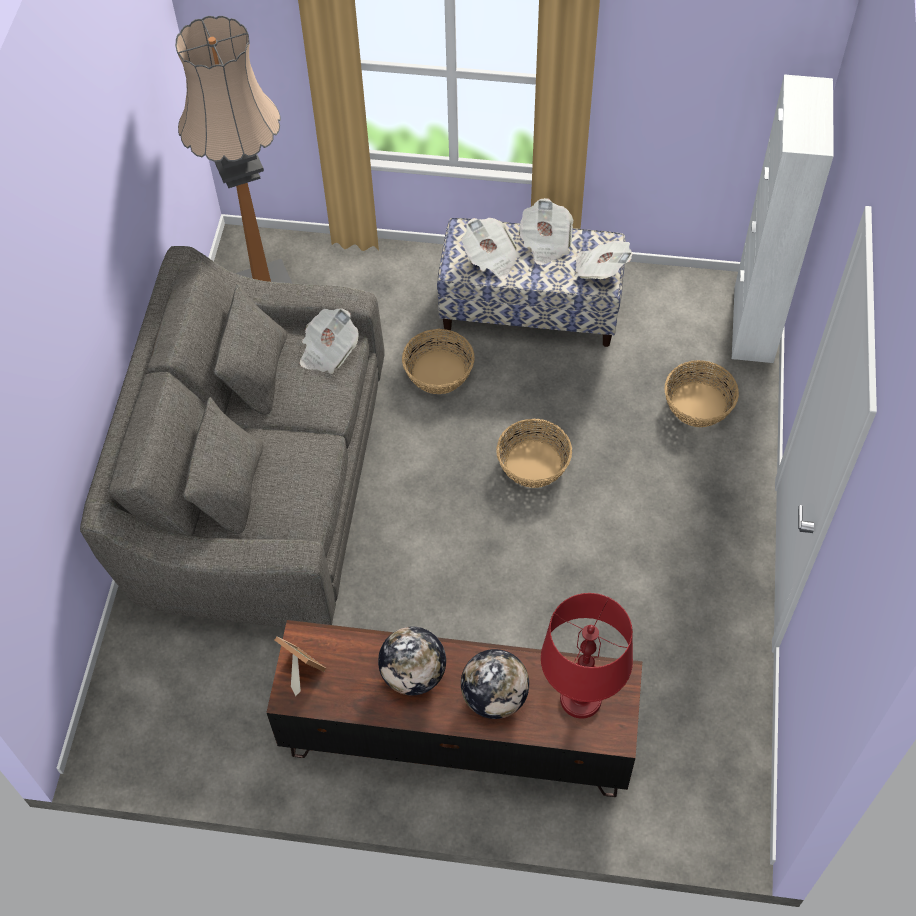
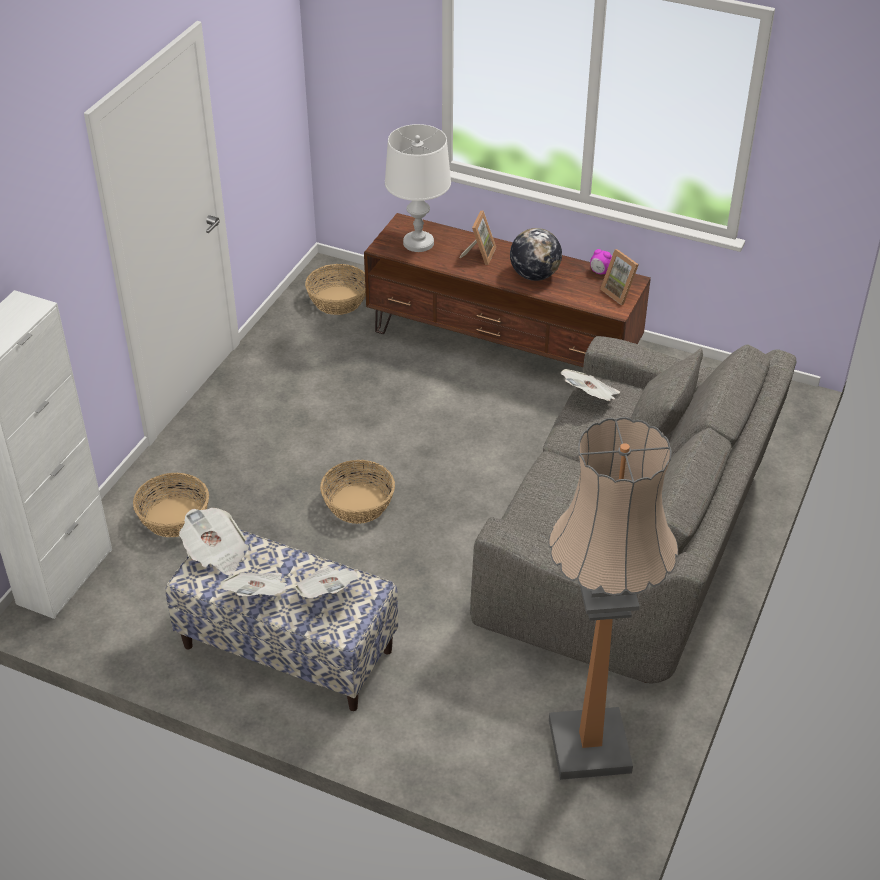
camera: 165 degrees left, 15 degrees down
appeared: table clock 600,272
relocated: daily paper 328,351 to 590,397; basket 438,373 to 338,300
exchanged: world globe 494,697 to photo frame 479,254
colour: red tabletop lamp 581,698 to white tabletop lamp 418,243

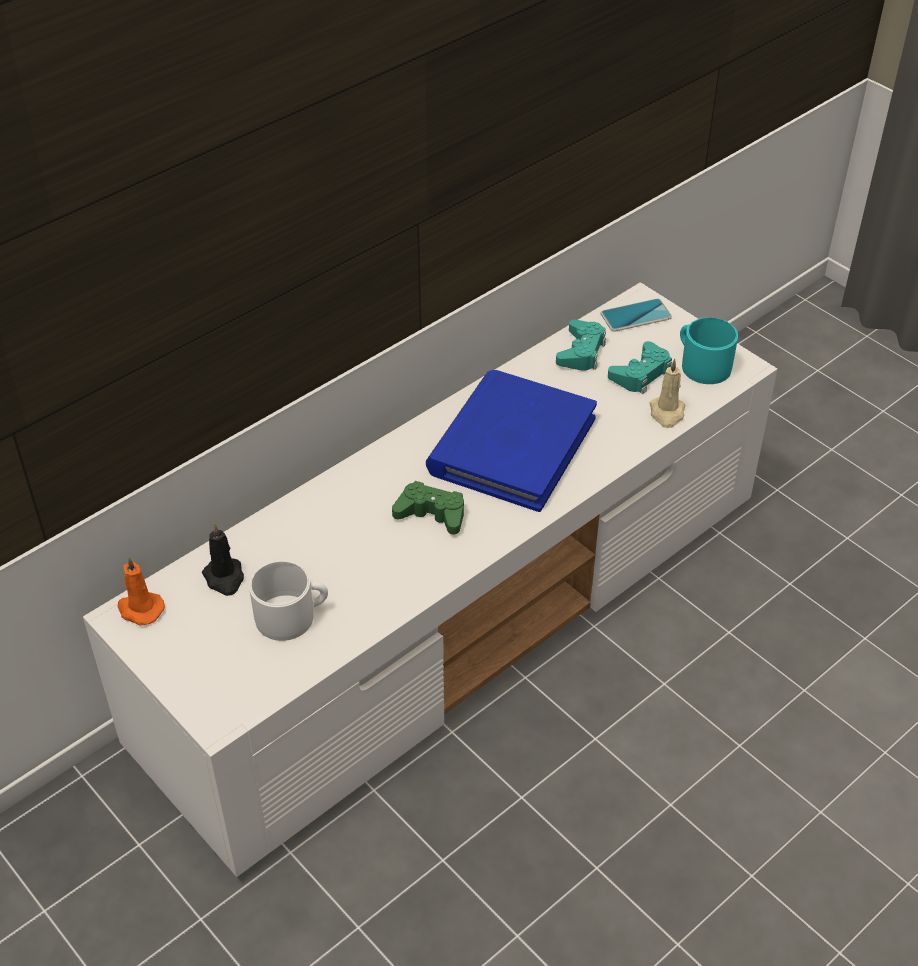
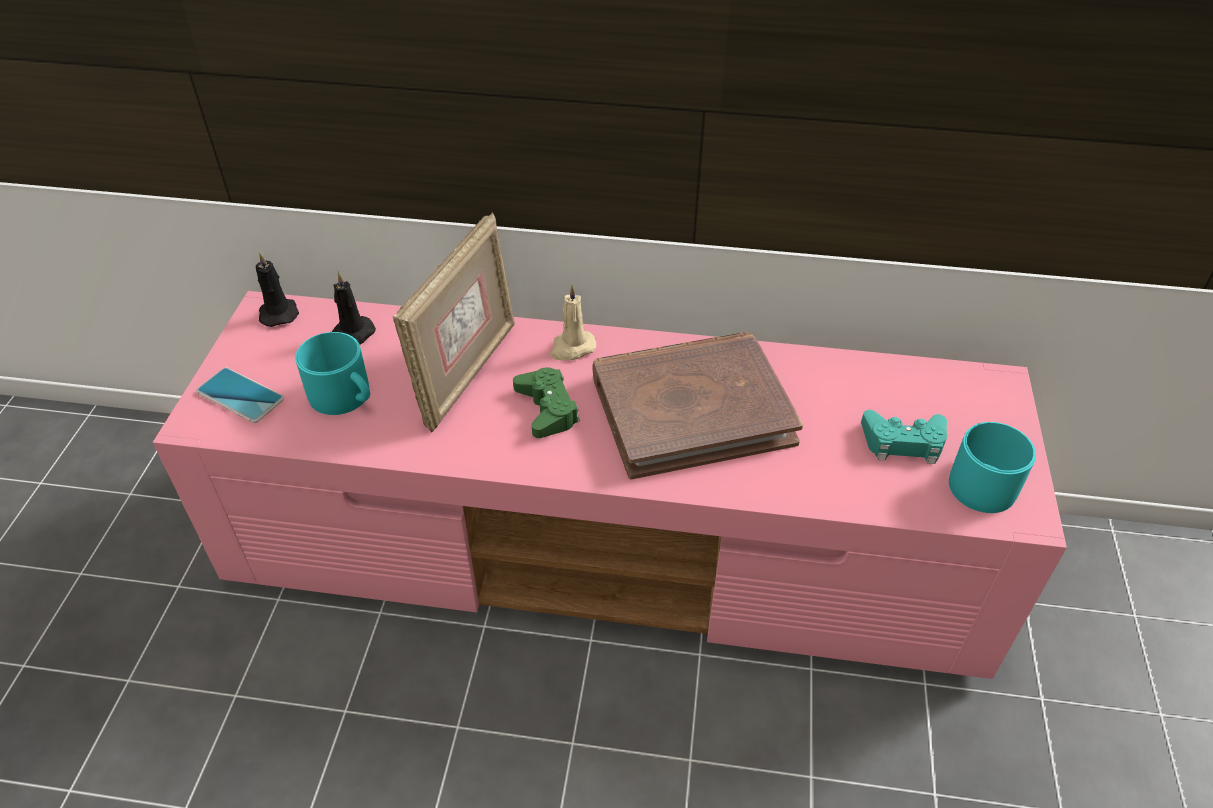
camera: 50 degrees right, 0 degrees up
missing: turquoise joypad 581,352
appeared: photo frame 467,373
relocated: phone 636,316 to 240,396; beige-coloured candle 667,413 to 572,348
colour: white media console 460,616 to pinkish media console 611,549; orangey candle 140,609 to black candle 278,313; white tea mug 292,616 to turquoise tea mug 345,396; bluish bound book 511,445 to brown bound book 692,409

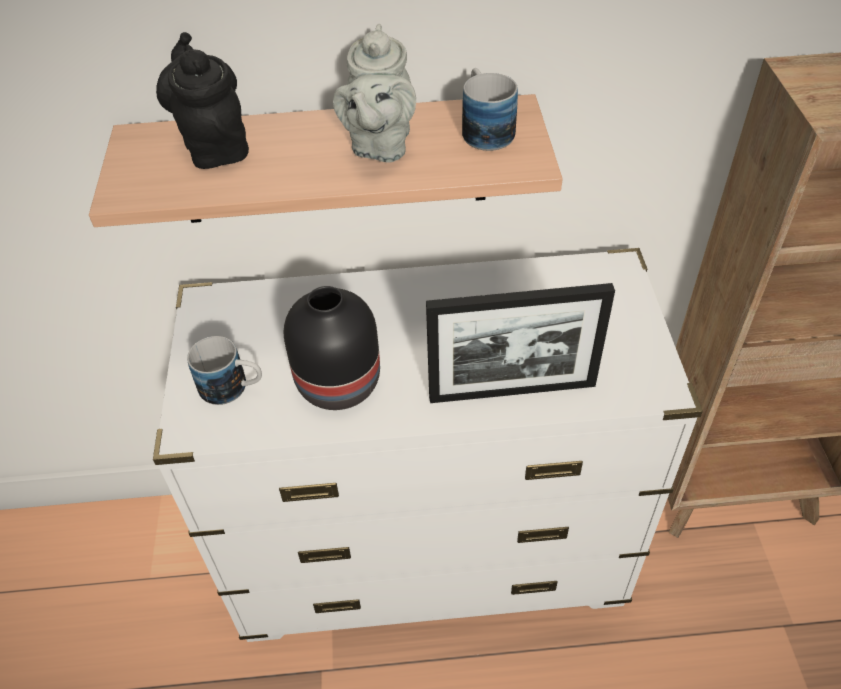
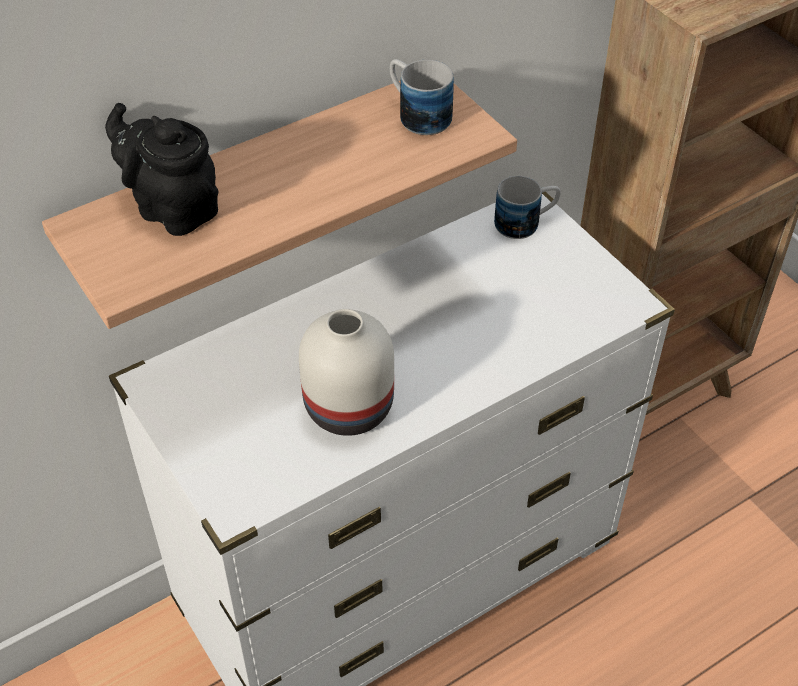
camera: 30 degrees left, 0 degrees up
missing: grey teapot 379,145; photo frame 512,391
relocated: tea mug 233,388 to 526,222
colour: black decorative vase 339,385 to white decorative vase 350,409

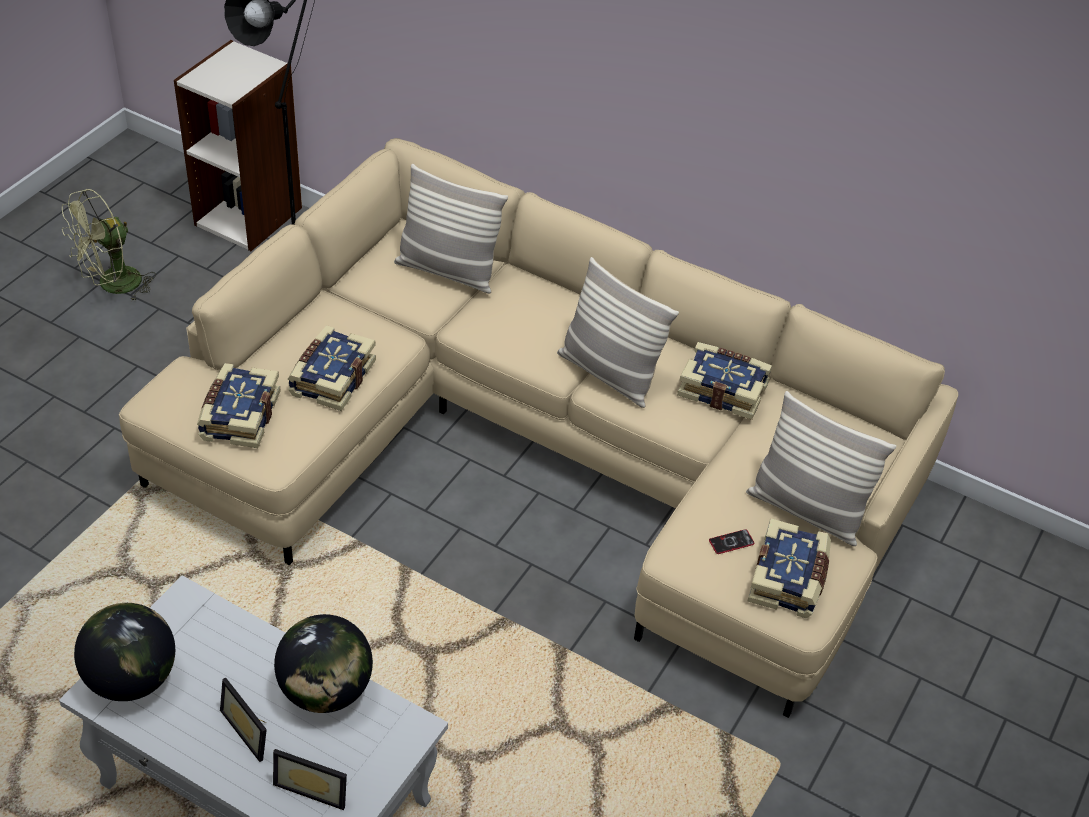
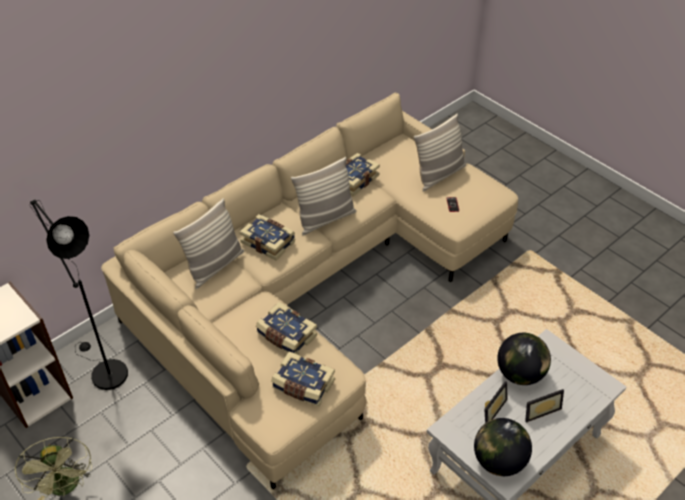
camera: 70 degrees left, 0 degrees up
relocated: photo frame 314,785 to 490,409; bound book 789,579 to 269,242

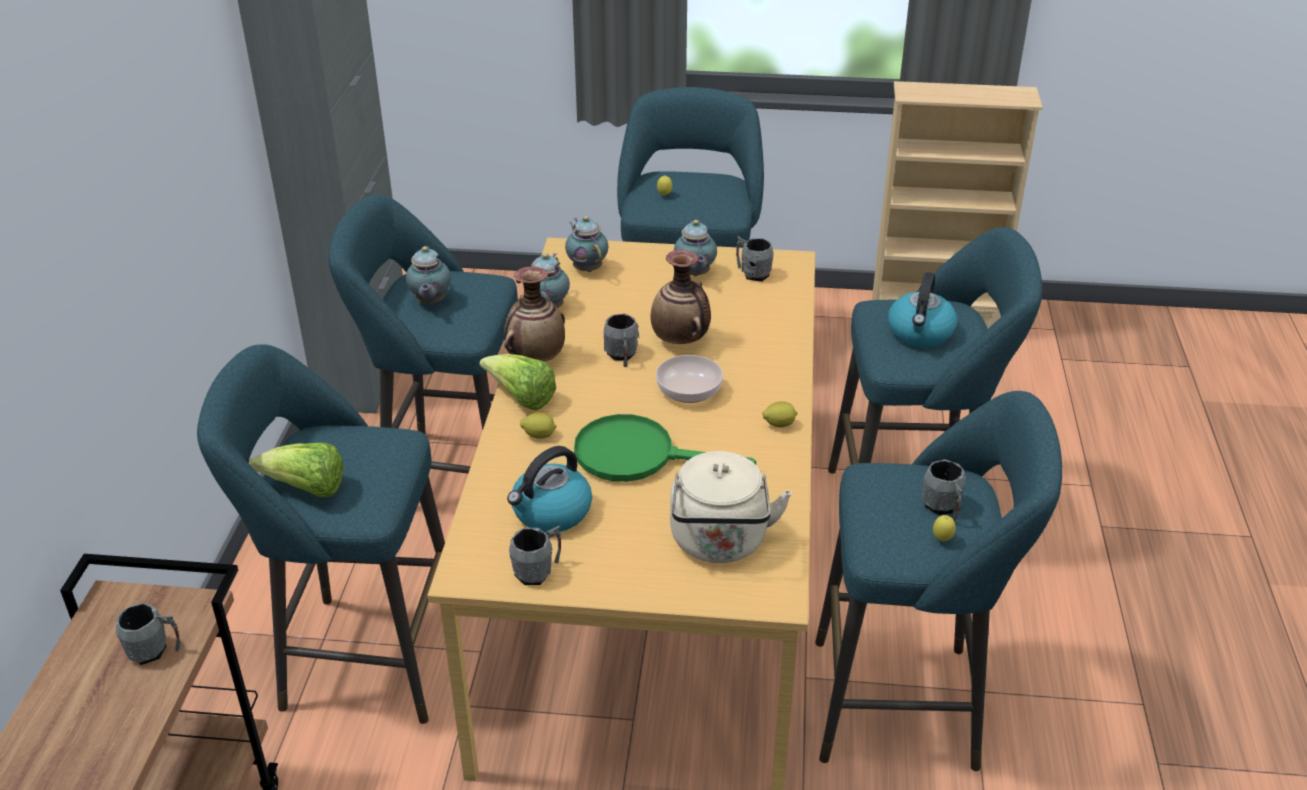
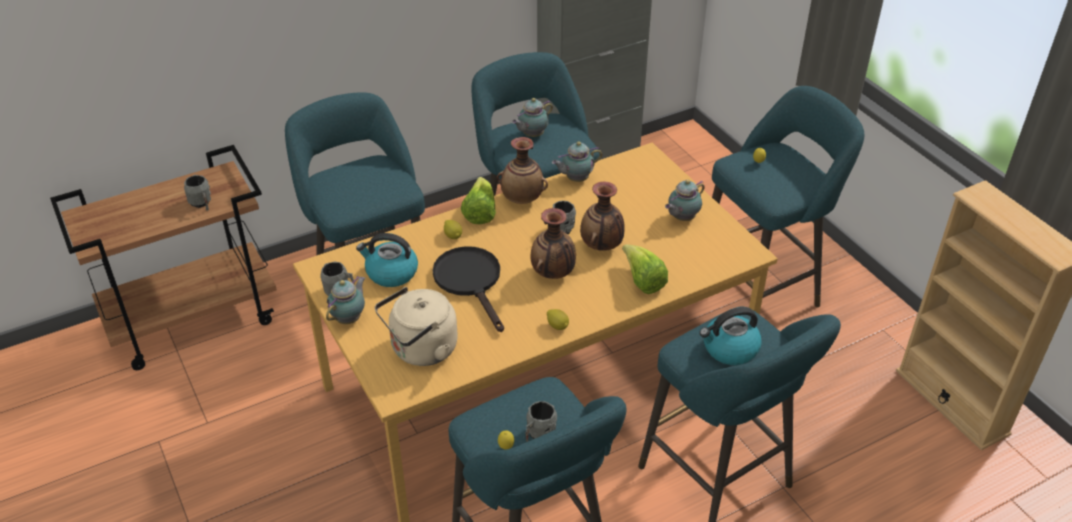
camera: 55 degrees right, 5 degrees up
missing: grey tea mug 752,273
relocated: lettuce 306,489 to 643,281; teapot 587,268 to 349,318
exchanged: serving bowl 690,391 to decorative vase 553,273
colour: green skillet 638,455 to black skillet 471,282

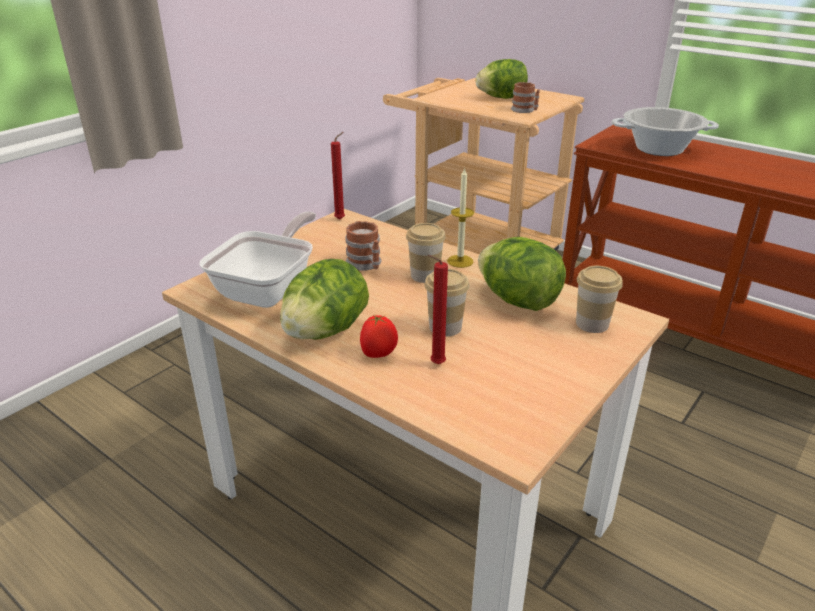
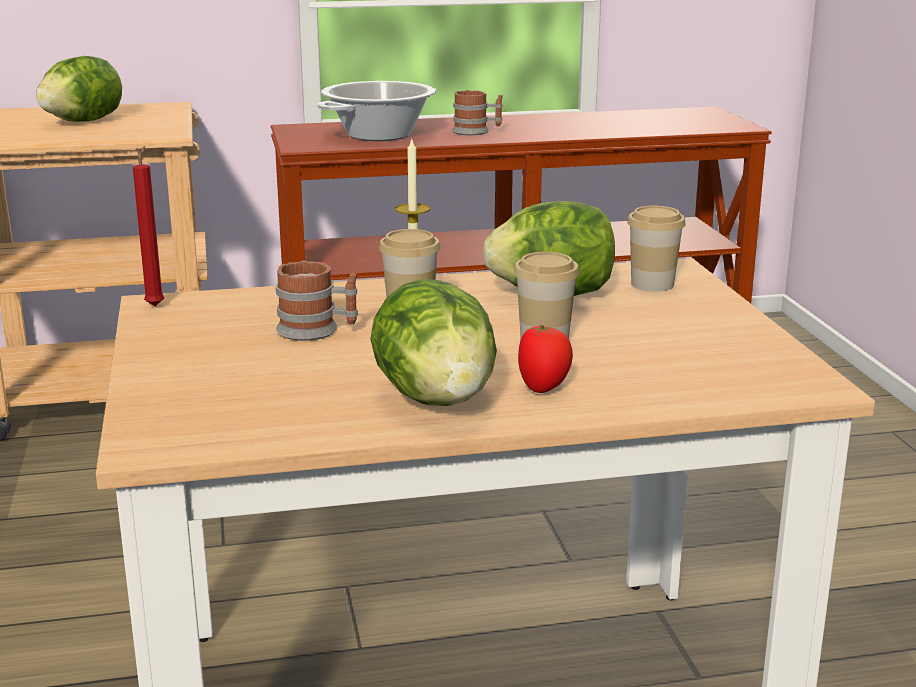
camera: 50 degrees left, 10 degrees down
missing: skillet 270,289; red candle 435,364
relocated: tea mug 525,110 to 477,131

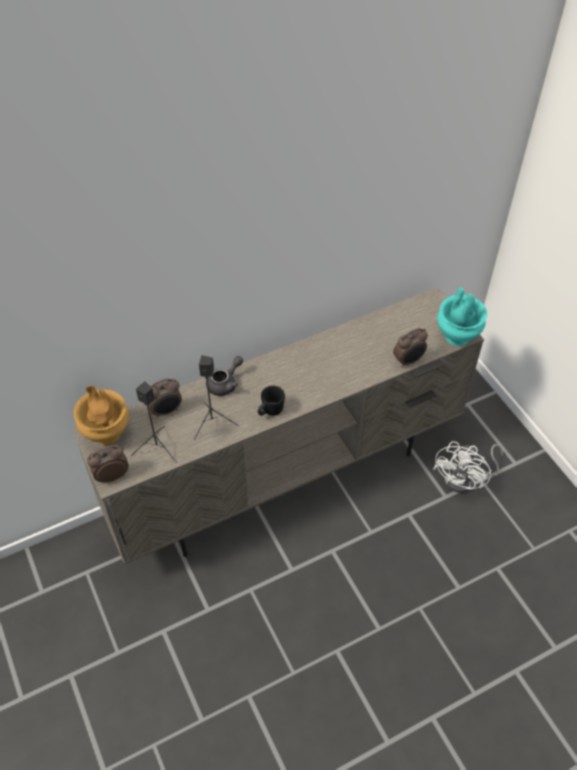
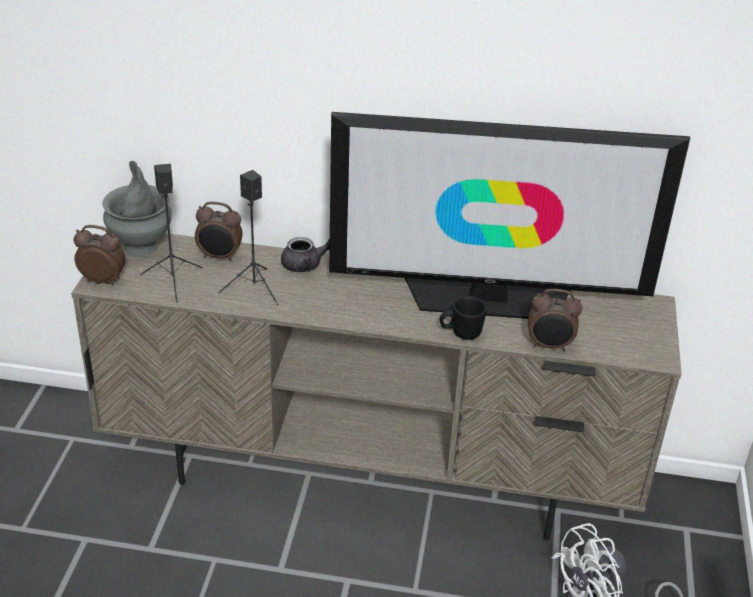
camera: 35 degrees right, 15 degrees down
missing: turquoise decorative vase 456,337
appeared: TV 488,298
relocated: black tea mug 270,411 to 461,333
colour: brown decorative vase 108,434 to grey decorative vase 141,246

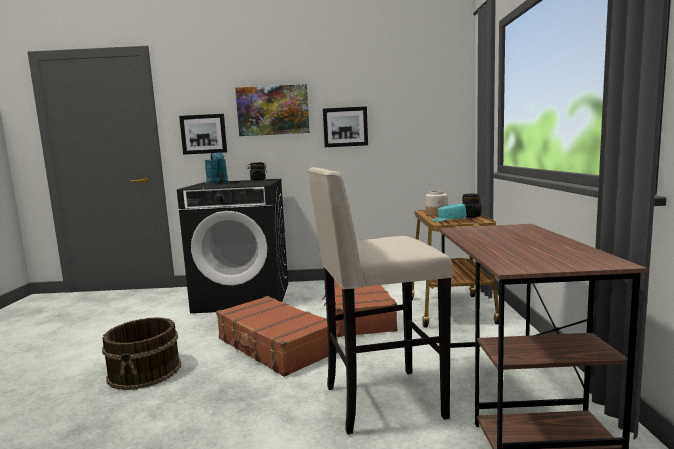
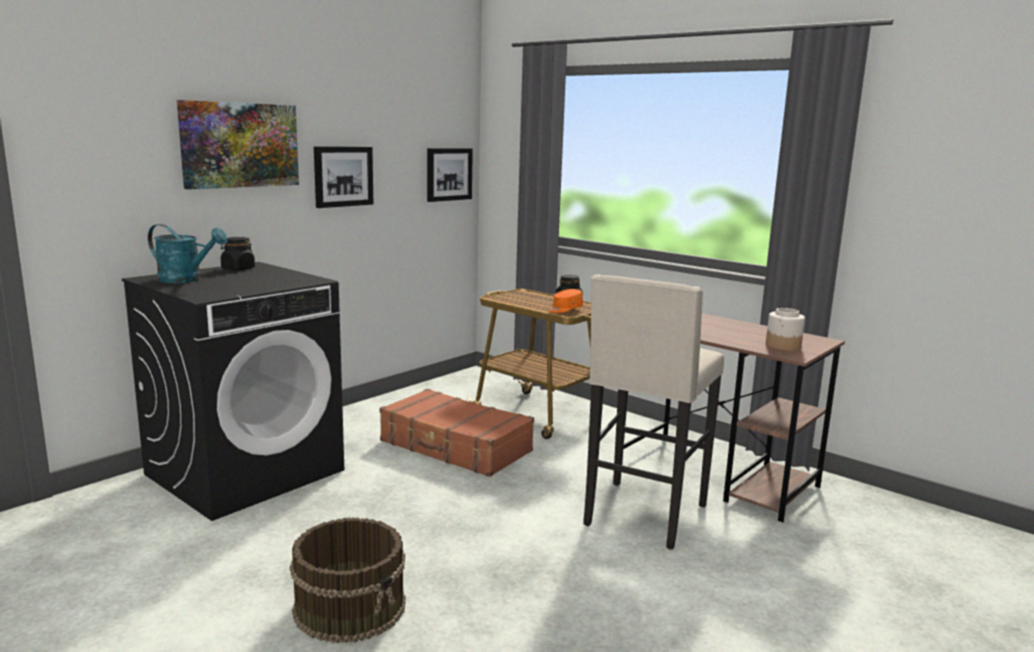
camera: 50 degrees left, 5 degrees up
missing: brown suitcase 275,346
relocated: wall picture 203,134 to 448,174; jar 436,214 to 783,346
colour: turquoise cap 448,220 to orangey cap 565,309

